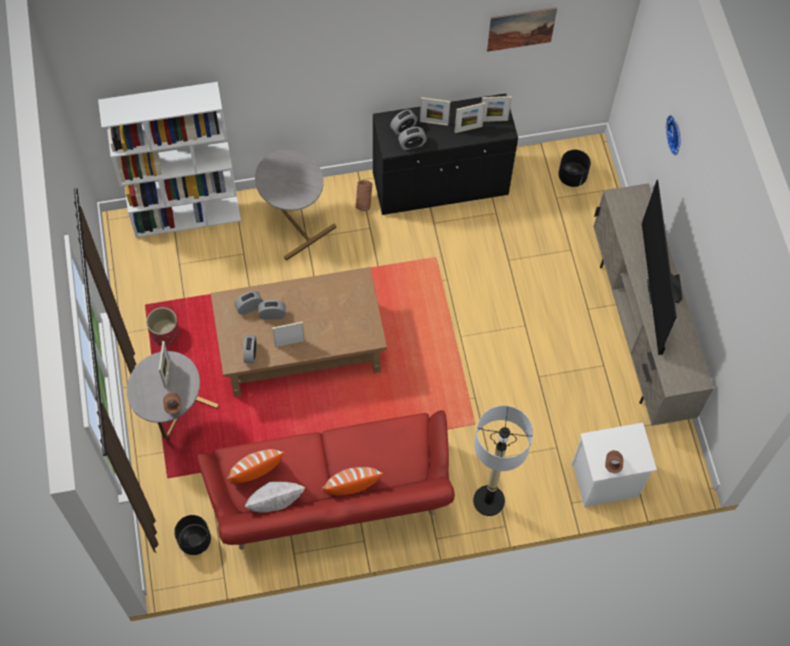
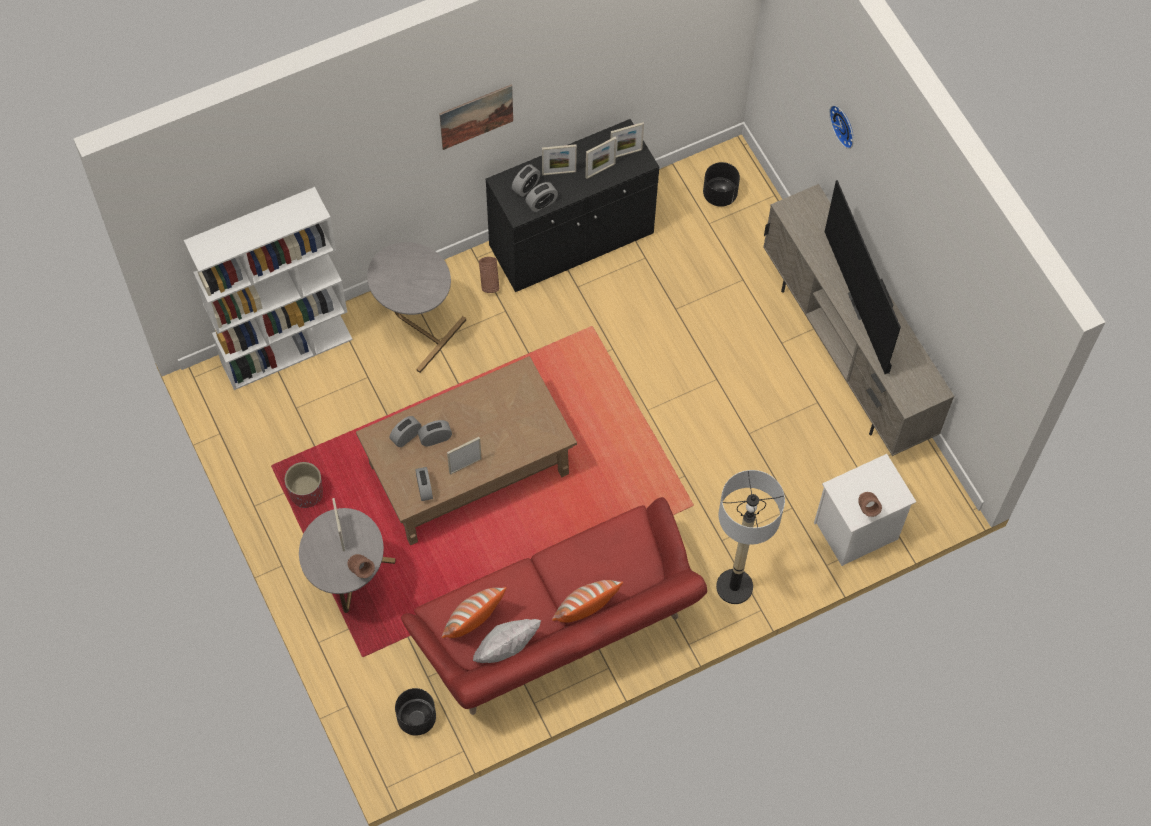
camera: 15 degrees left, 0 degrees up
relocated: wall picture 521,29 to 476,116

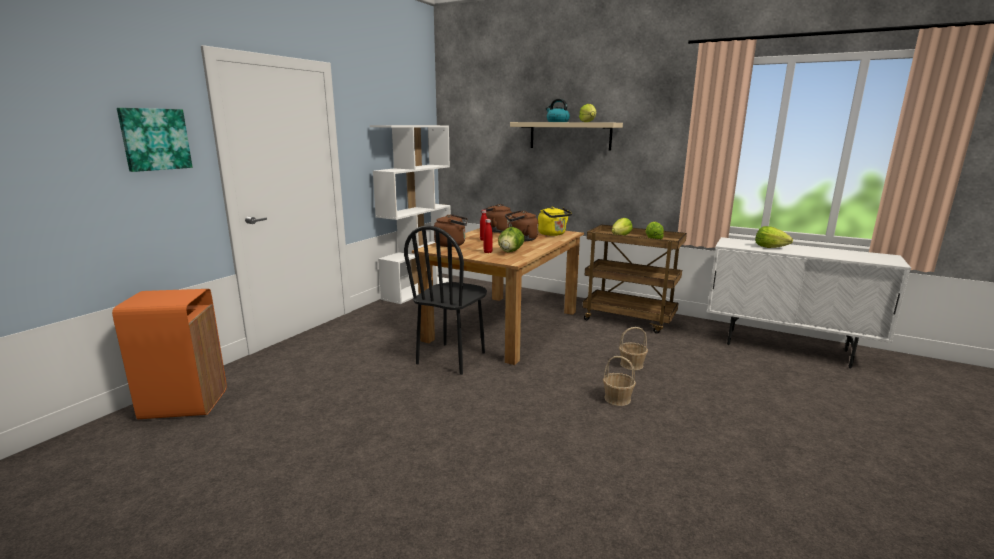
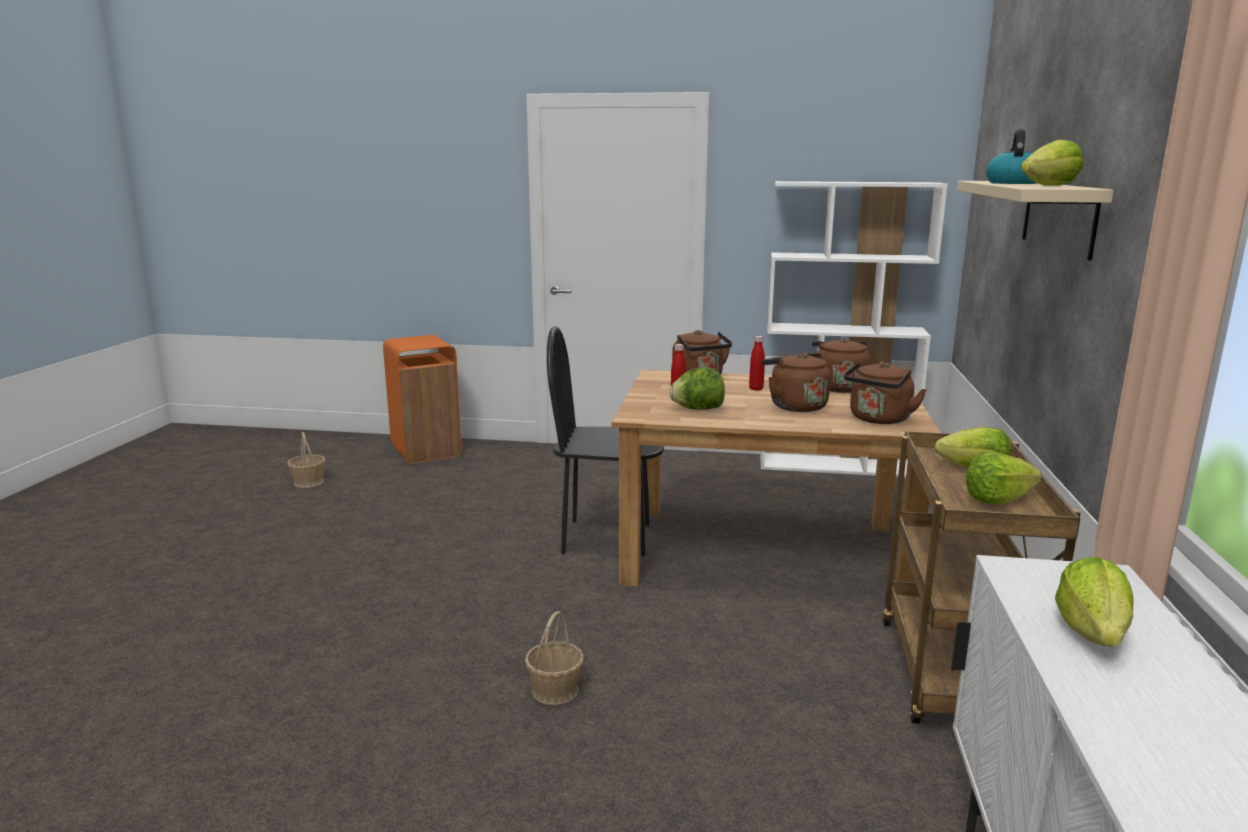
camera: 70 degrees right, 0 degrees up
missing: wall picture 155,139
relocated: basket 632,365 to 308,482
colour: yellowish kettle 553,234 to brown kettle 878,420

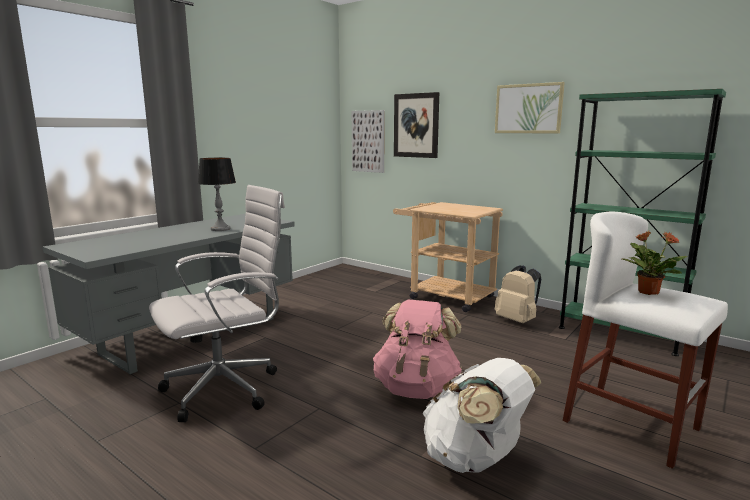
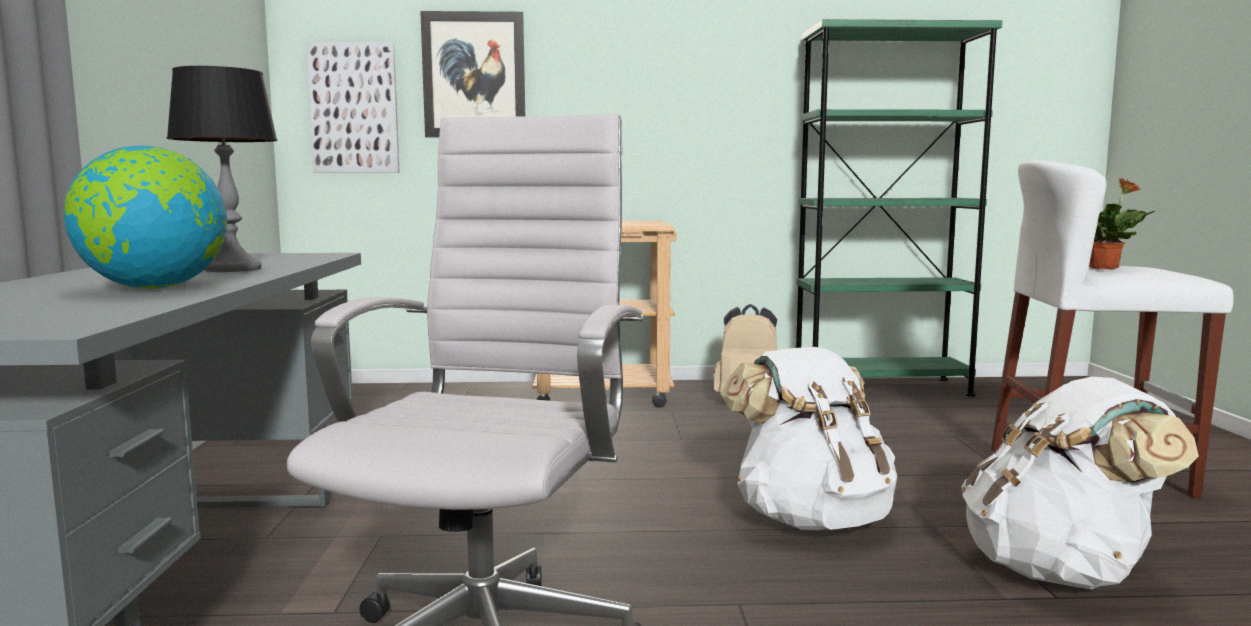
camera: 40 degrees left, 5 degrees down
missing: wall picture 528,108
appeared: world globe 154,288
colour: pinkish rucksack 417,388 to white rucksack 811,518

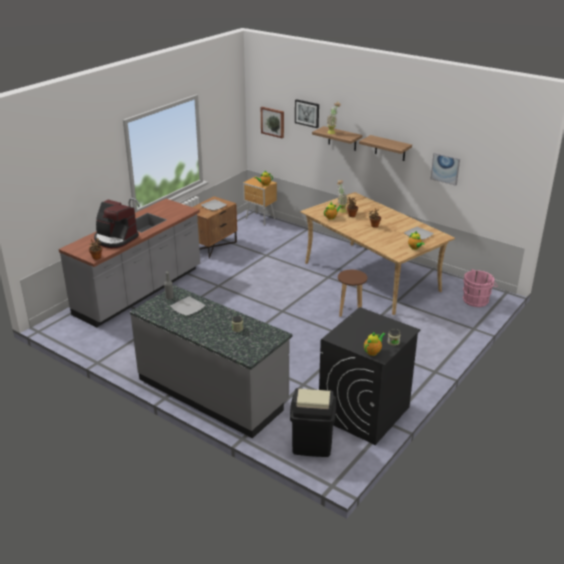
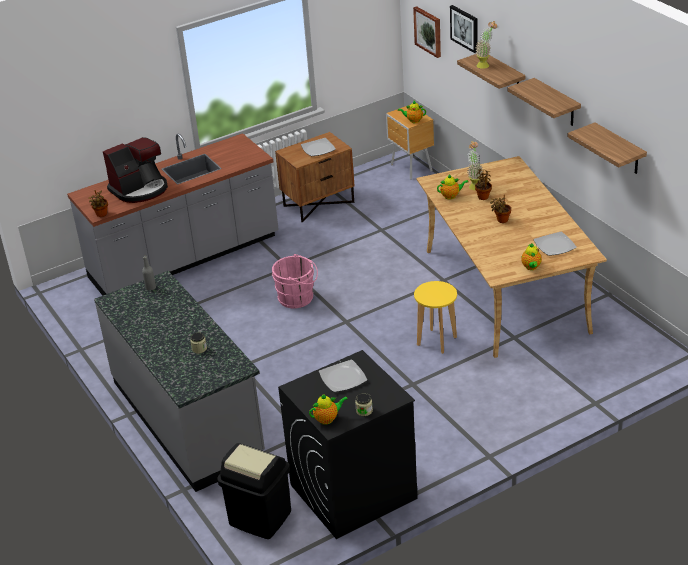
camera: 25 degrees right, 5 degrees up
relocated: dinner plate 188,307 to 343,378; pinkish bucket 477,300 to 298,298
exchanged: wall picture 445,168 to shelf 619,149
colour: brown sitting stool 350,312 to yellowish sitting stool 436,341
spun: coffee brewer 115,239 = 140,189 90 degrees counterclockwise

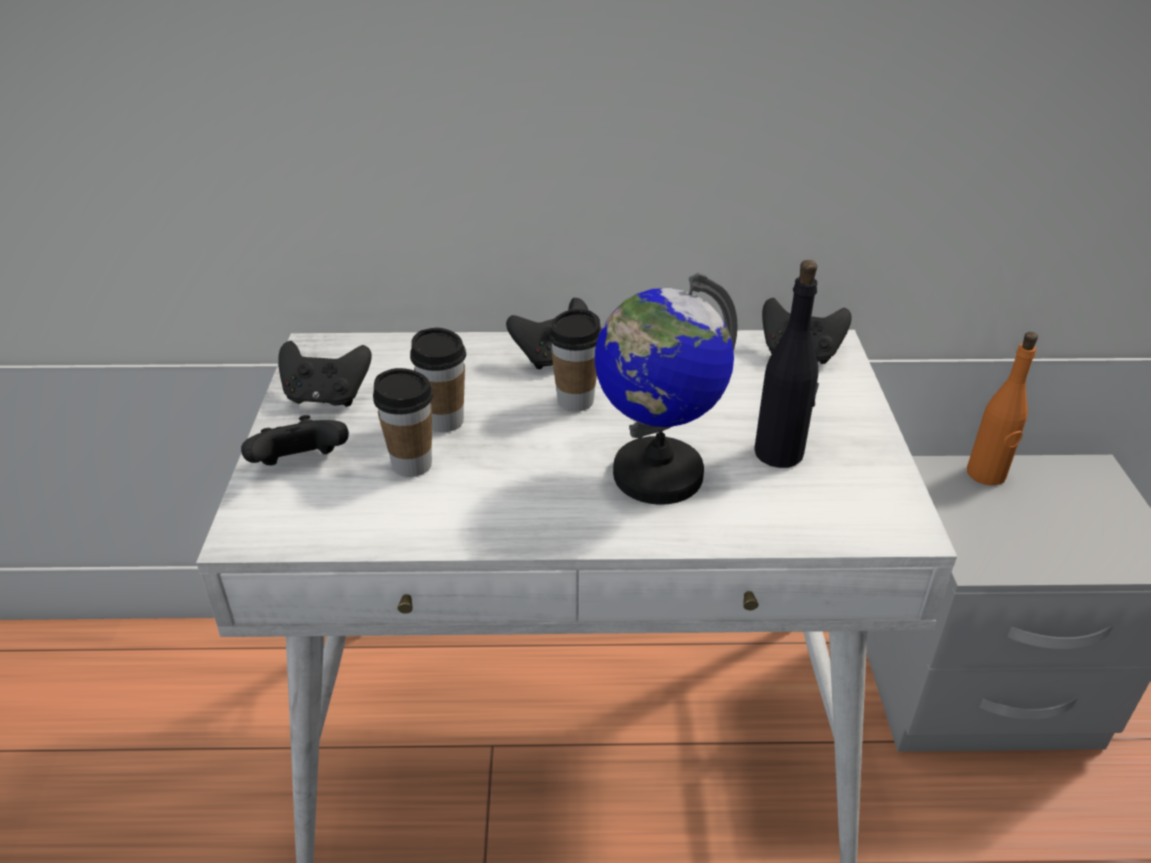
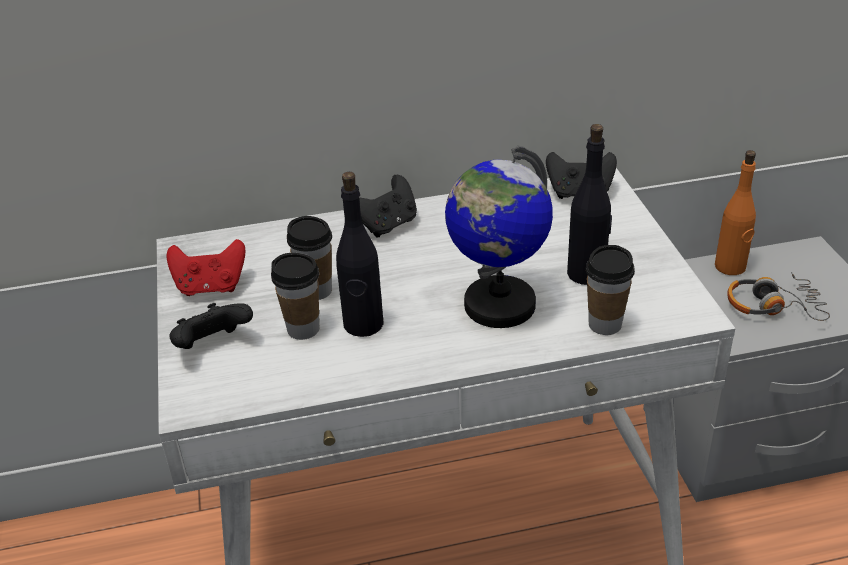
camera: 10 degrees left, 0 degrees up
appeared: black drink bottle 363,324; pair of headphones 773,306
relocated: drinking cup 575,401 to 605,324
colour: black joypad 327,397 to red joypad 211,287

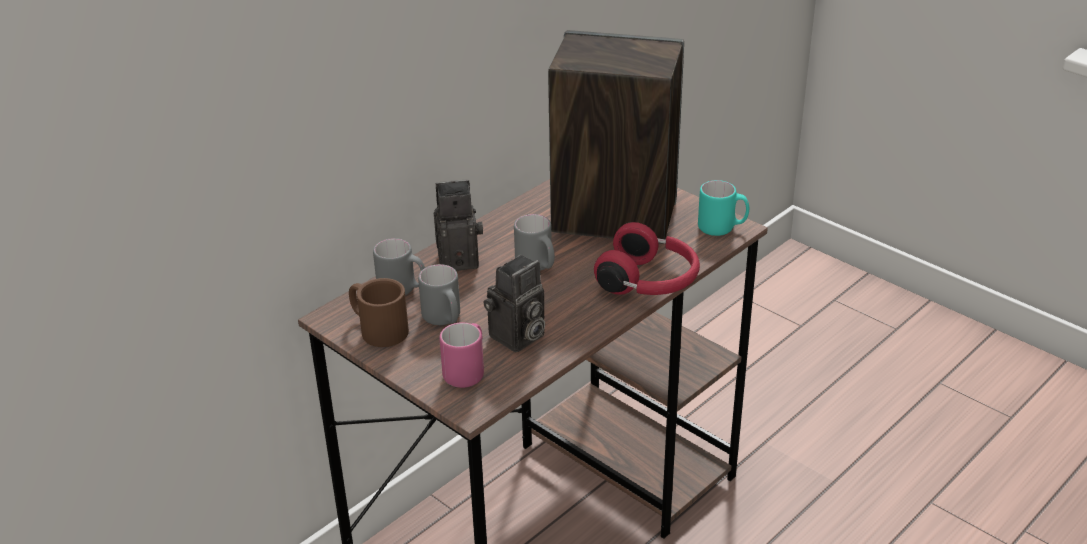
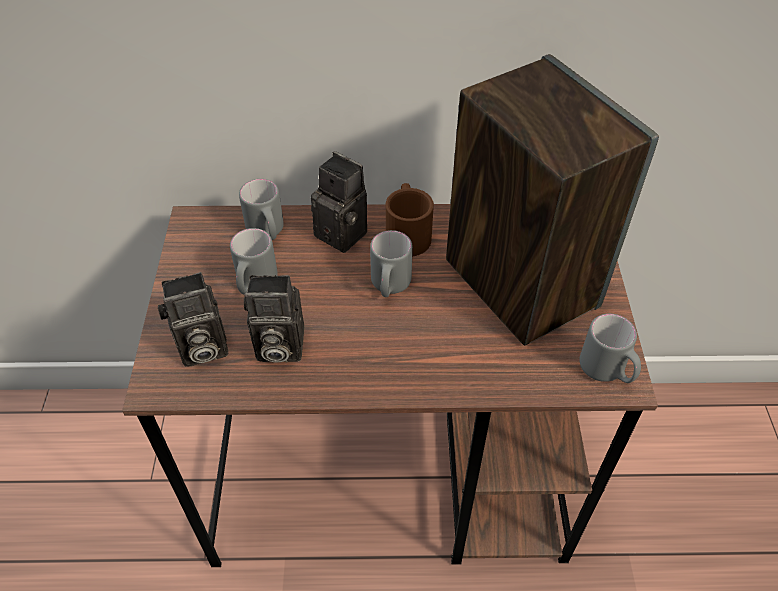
camera: 45 degrees right, 15 degrees up
missing: red pair of headphones 649,282
relocated: brown tea mug 377,328 to 407,232
exchanged: pinkish tea mug 467,372 to photo camera 200,348
colour: turquoise tea mug 722,228 to grey tea mug 607,371

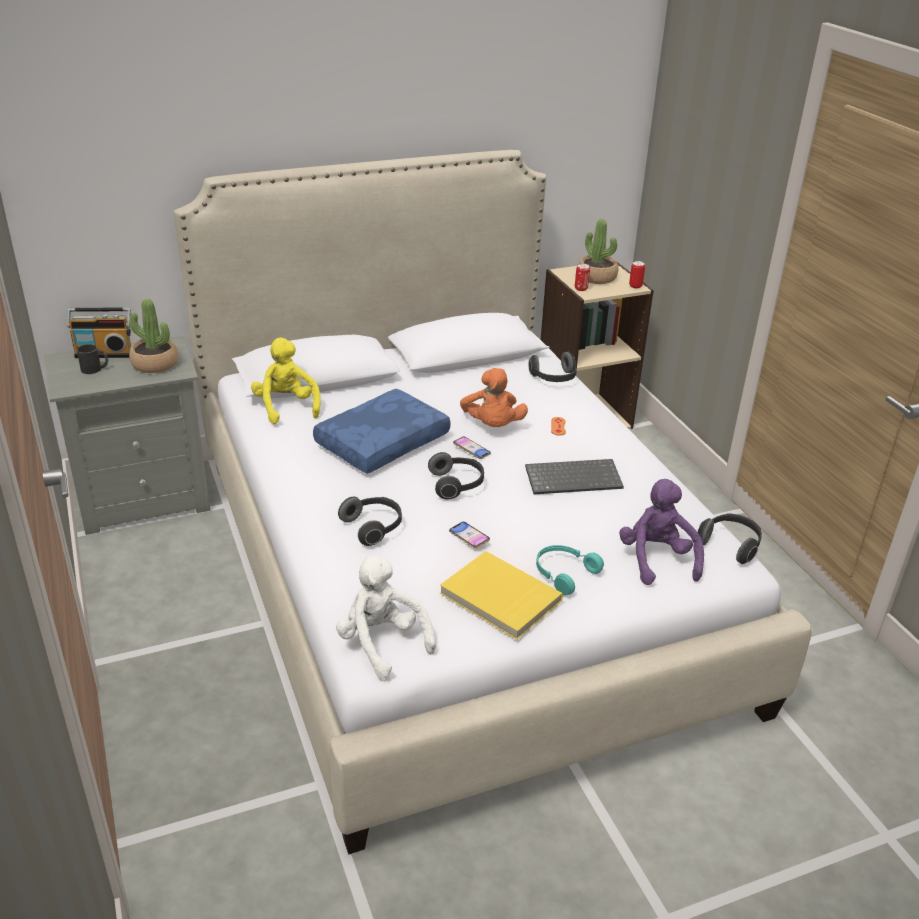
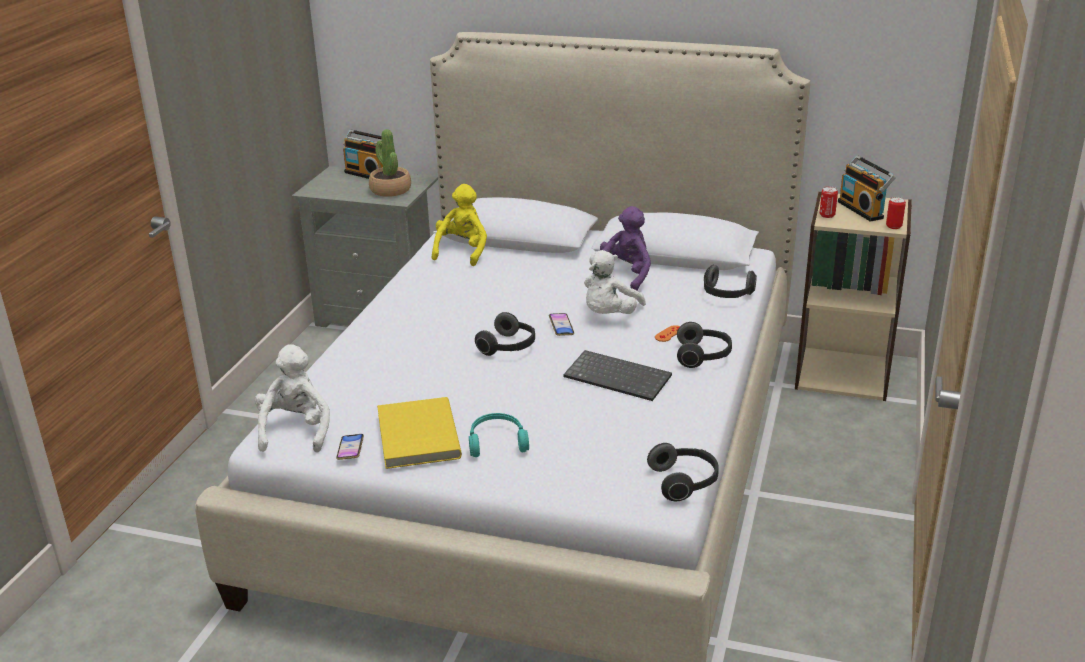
camera: 40 degrees right, 5 degrees down
missing: black tea mug 95,369; bluish pillow 382,441
relocated: pair of headphones 373,527 to 703,356; phone 469,537 to 350,449; purplish plush toy 657,559 to 625,276
exchanged: houseplant 597,277 to radio receiver 862,210
colour: orangey plush toy 492,426 to white plush toy 609,315

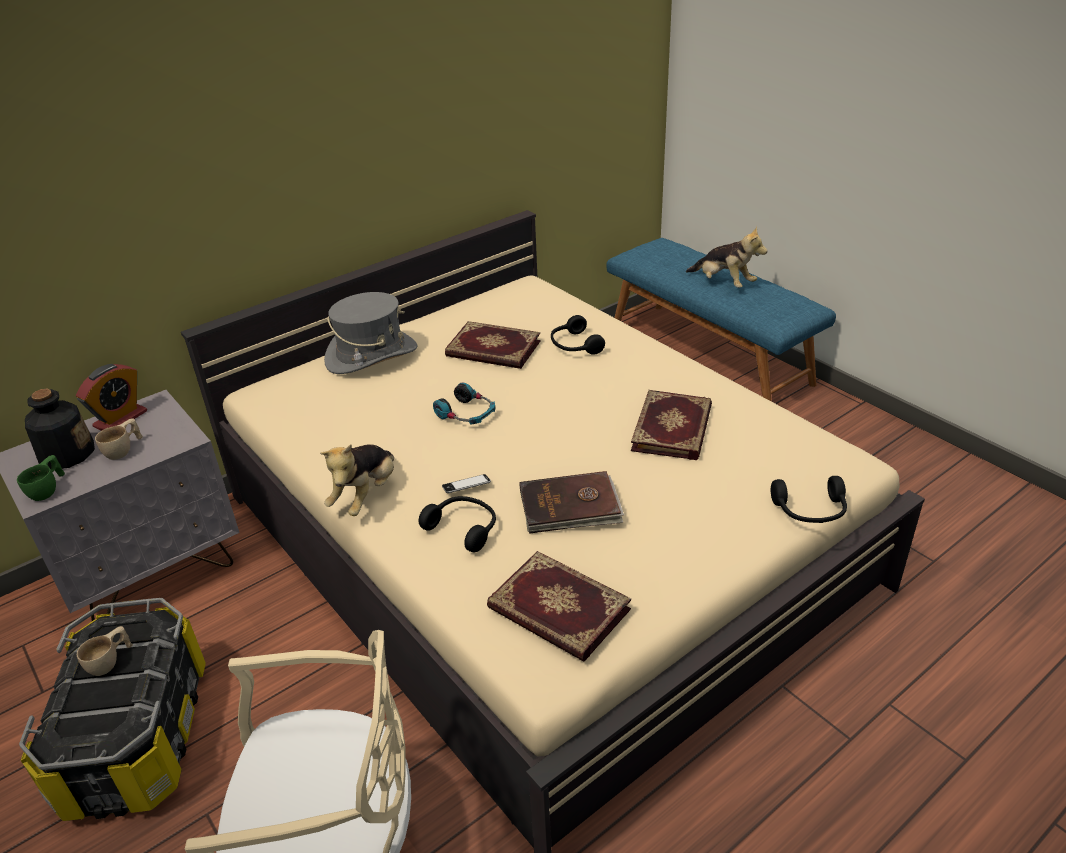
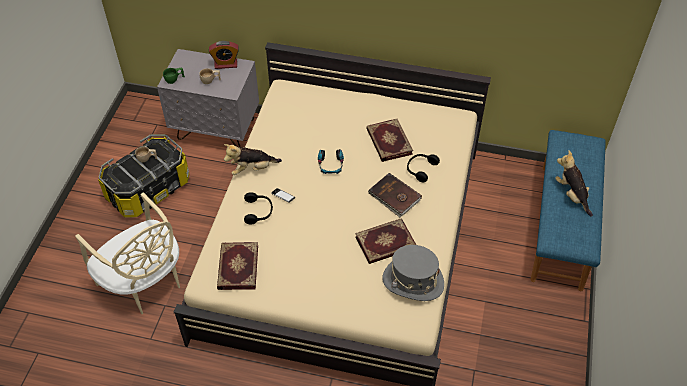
camera: 50 degrees right, 15 degrees up
missing: drink bottle 66,454; black pair of headphones 810,511
relocated: grey wearable hat 371,355 to 412,282; brown bound book 570,507 to 394,196
spun: plush toy 724,283 = 571,195 150 degrees clockwise

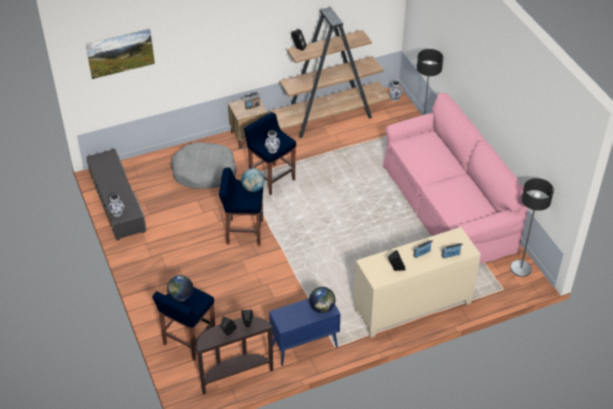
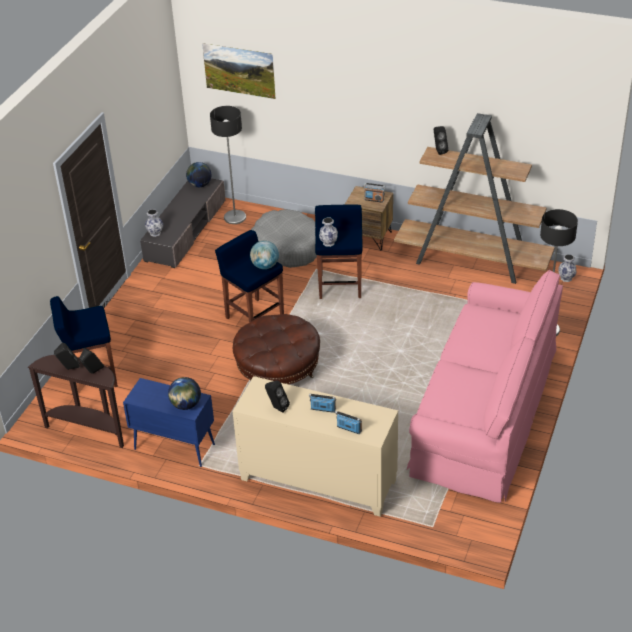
camera: 45 degrees right, 5 degrees down
appeared: brown footrest 278,369
relocated: world globe 181,296 to 199,185; floor lamp 521,268 to 235,217

